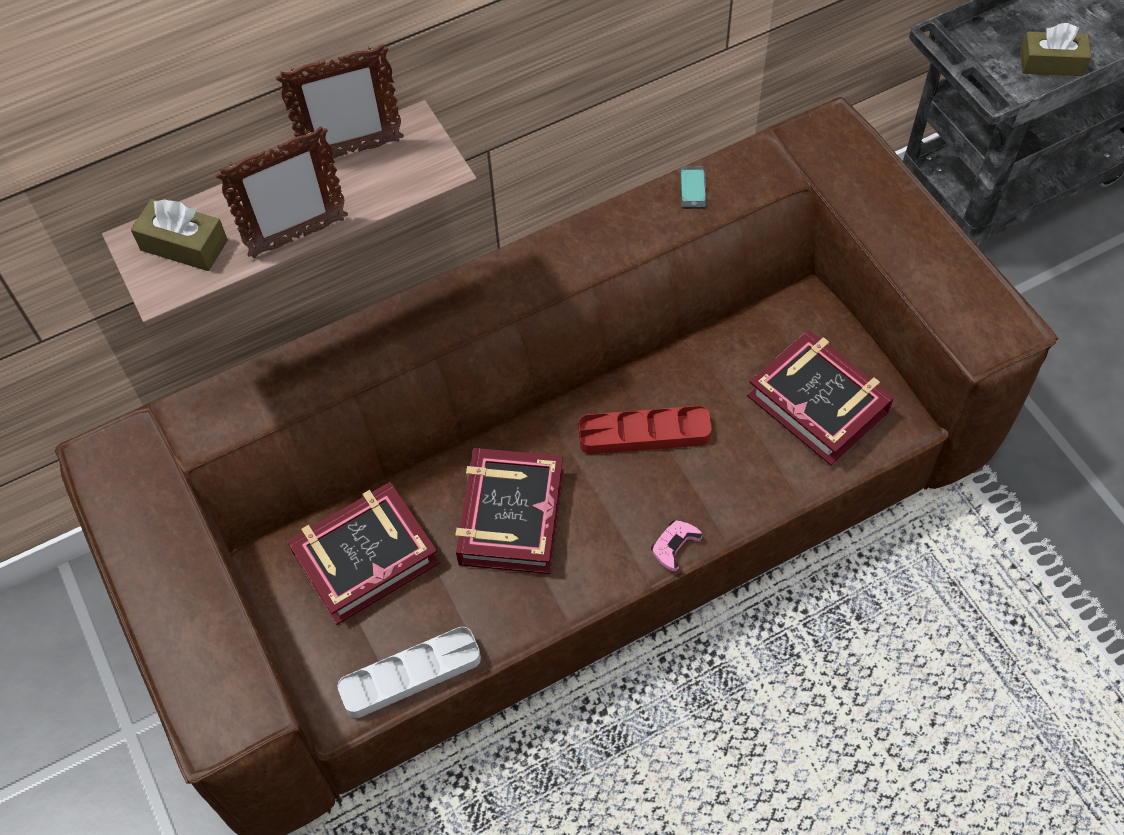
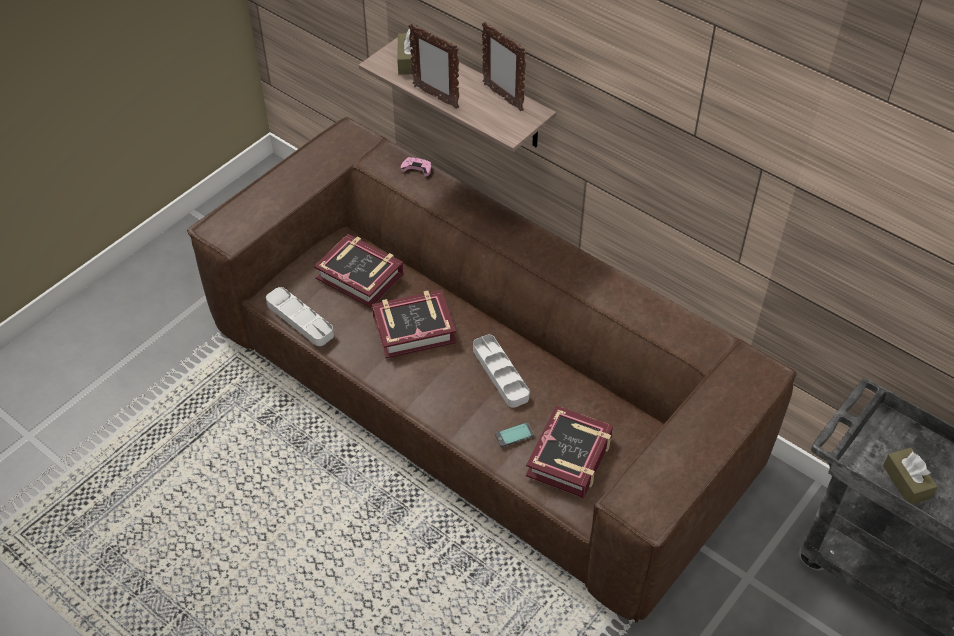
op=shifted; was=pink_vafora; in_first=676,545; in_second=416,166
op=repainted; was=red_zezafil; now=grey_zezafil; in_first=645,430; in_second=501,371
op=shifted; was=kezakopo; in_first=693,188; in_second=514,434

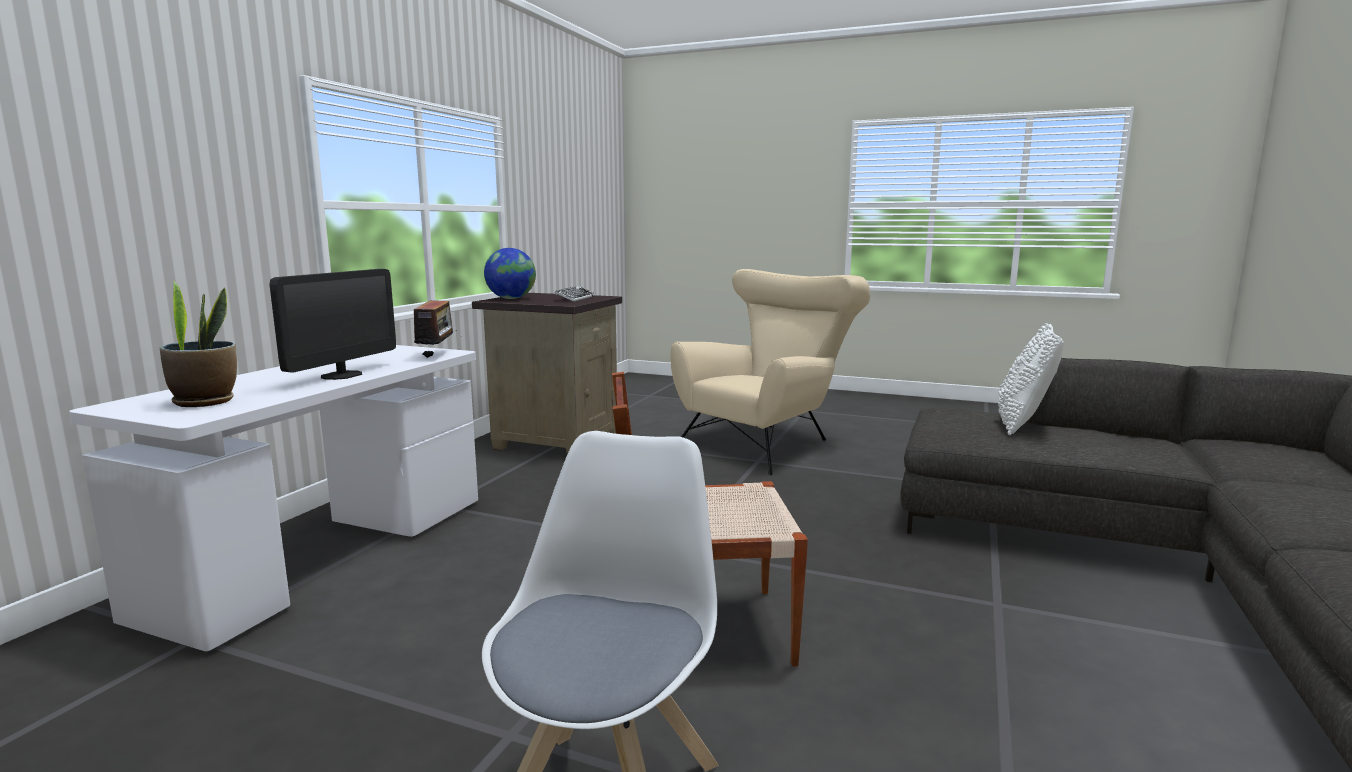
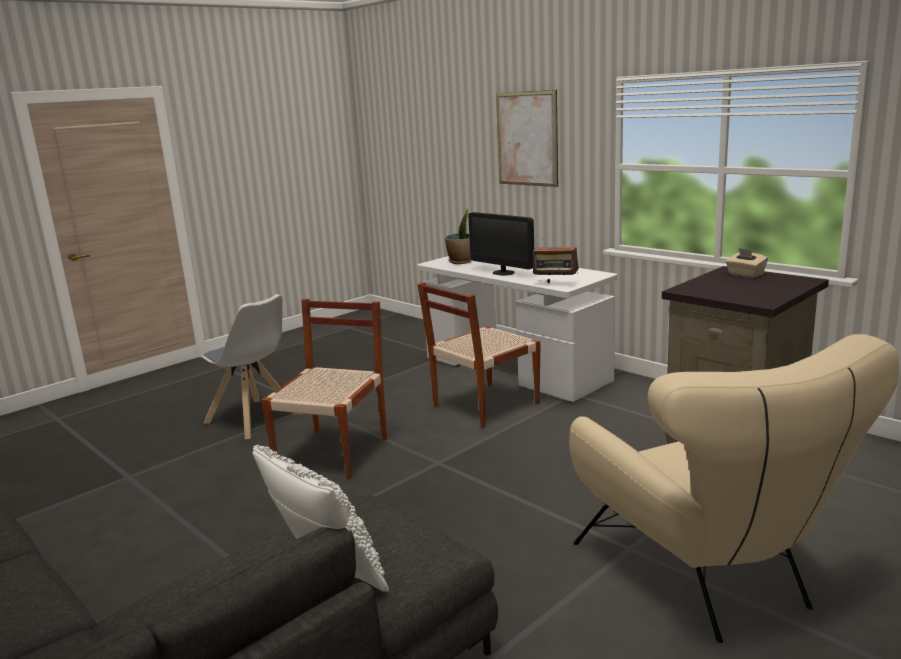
op=new; now=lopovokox; in_second=478,355
op=new; now=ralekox; in_second=527,138
op=swapped; was=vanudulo; now=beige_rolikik; in_first=510,273; in_second=747,263
op=gone; was=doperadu; in_first=575,294

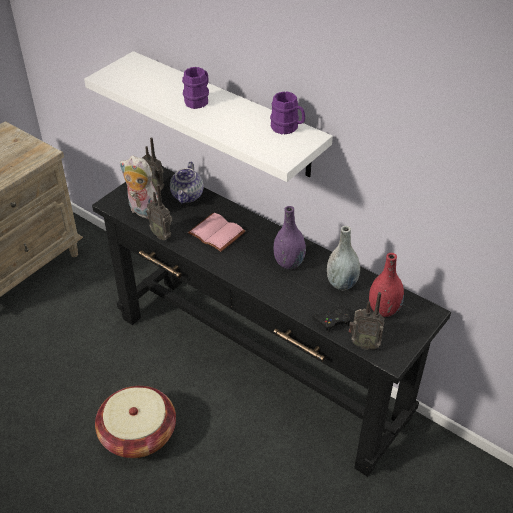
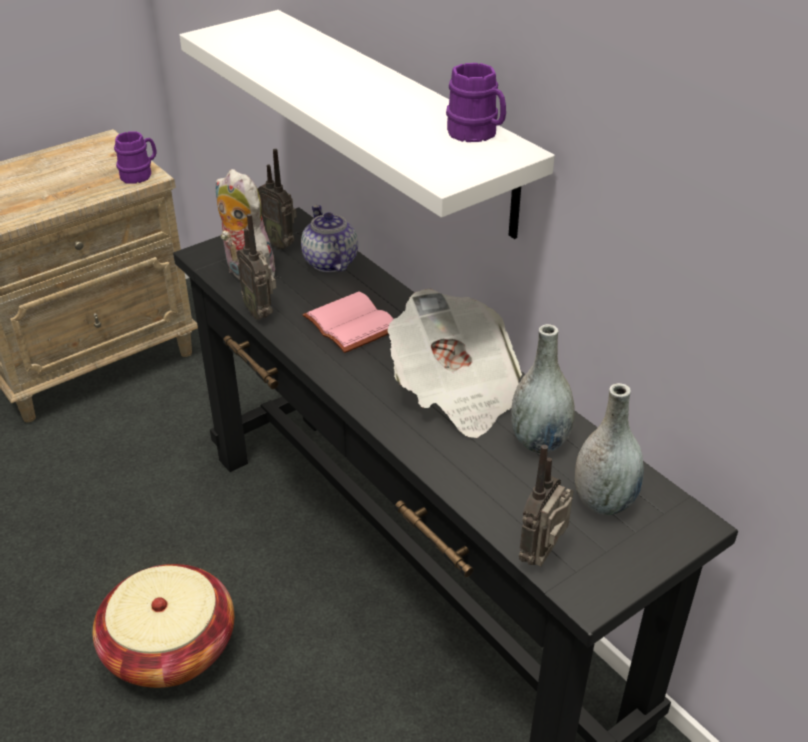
op=shifted; was=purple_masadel; in_first=195,88; in_second=135,157
op=rotated; was=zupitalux; in_first=186,182; in_second=329,238; clockwise=135
op=swapped; was=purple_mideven; now=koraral; in_first=290,237; in_second=455,363
op=rotated; was=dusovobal; in_first=367,321; in_second=546,505; clockwise=90
op=repainted; was=red_mideven; now=grey_mideven; in_first=386,285; in_second=609,449
op=gone; was=black_vafora; in_first=331,319

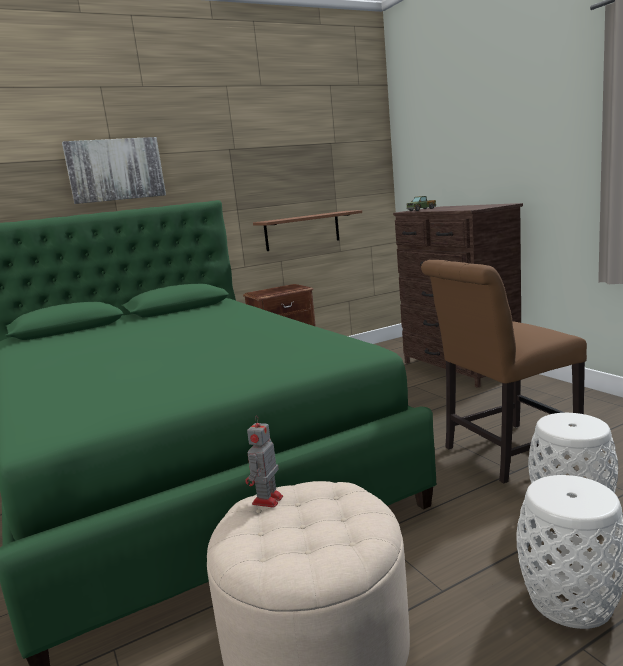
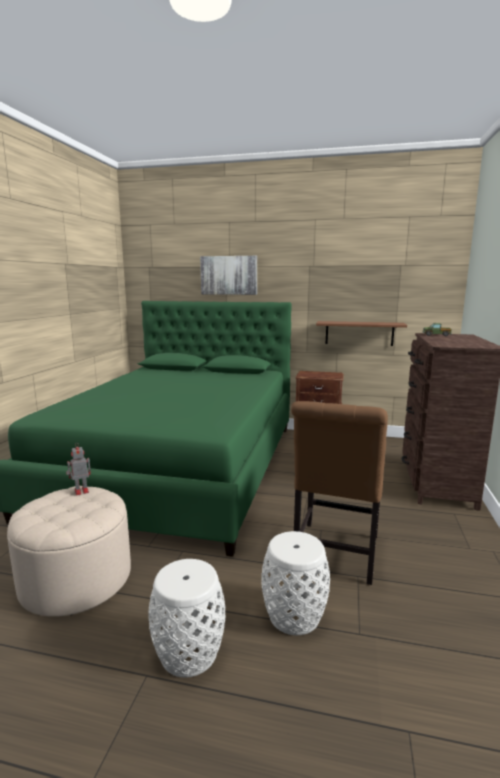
op=rotated; was=brown_lopovokox; in_first=504,372; in_second=339,493; clockwise=-90

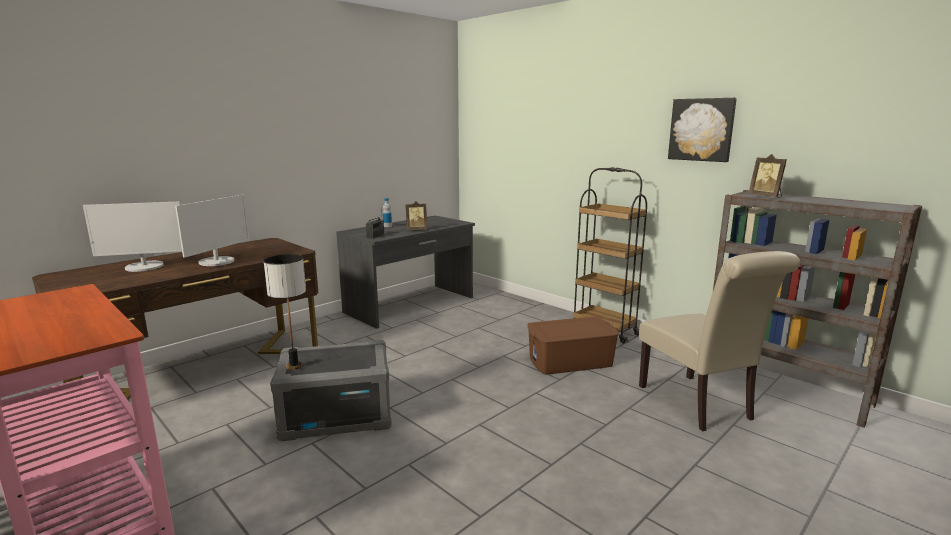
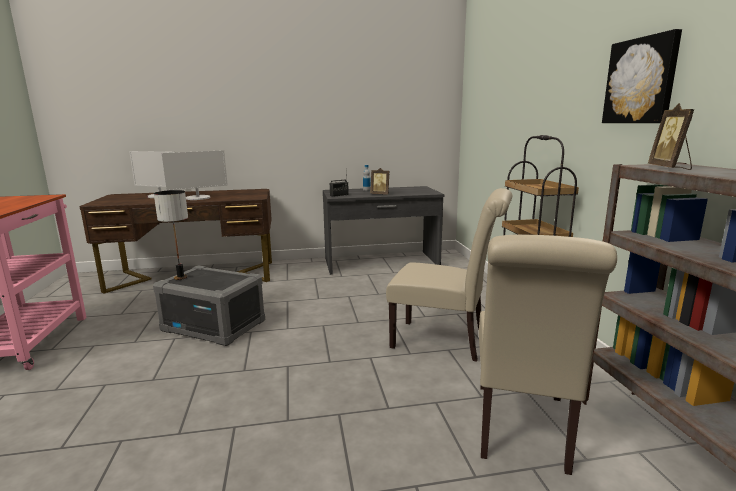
op=swapped; was=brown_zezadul; now=beige_lopovokox; in_first=573,346; in_second=449,275

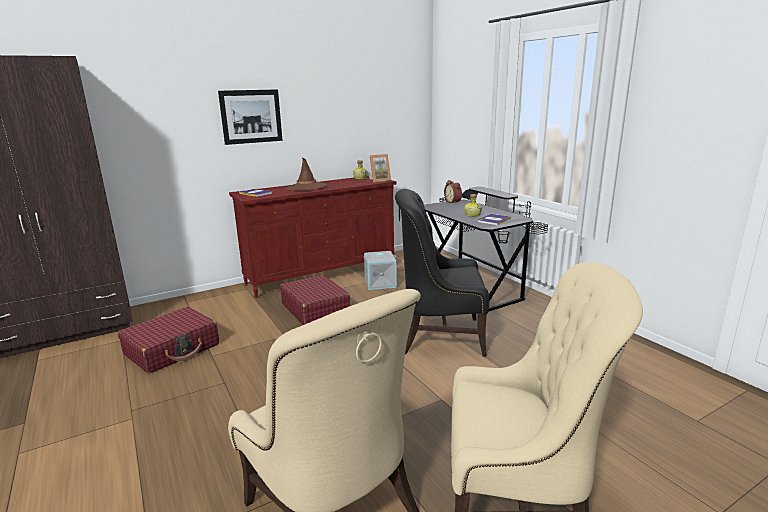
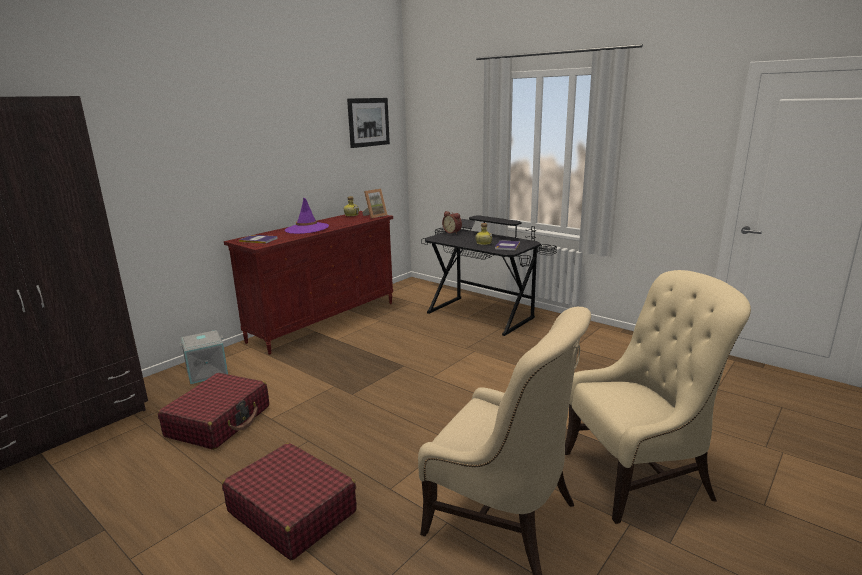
op=shifted; was=grey_zezadul; in_first=380,270; in_second=203,357
op=shifted; was=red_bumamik; in_first=315,300; in_second=289,501
op=repainted; was=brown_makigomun; now=purple_makigomun; in_first=306,174; in_second=307,216
op=shifted; was=ralekox; in_first=250,117; in_second=368,123
op=gone; was=black_lopovokox; in_first=442,273

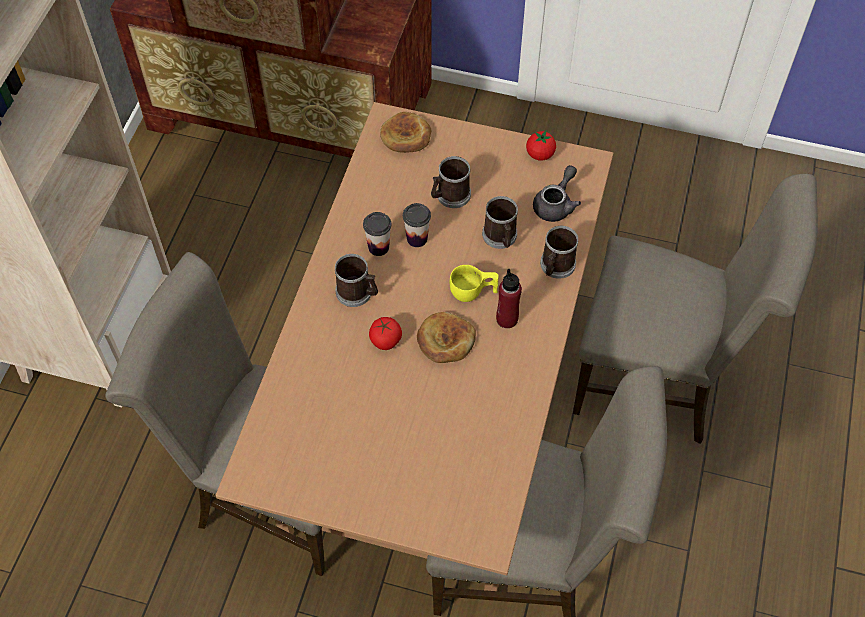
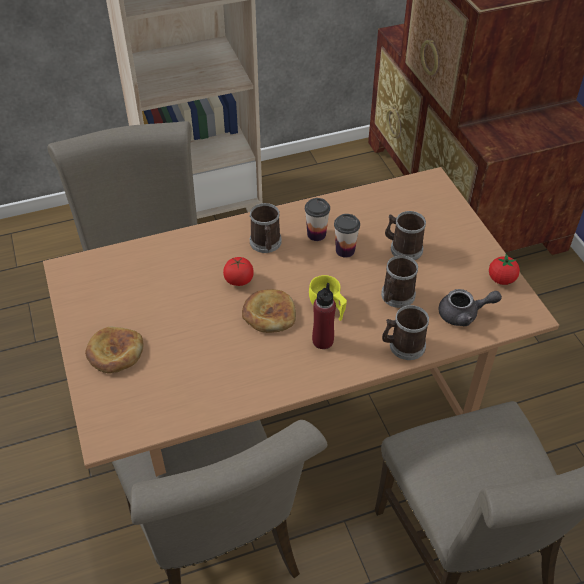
op=shifted; was=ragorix; in_first=406,132; in_second=114,350

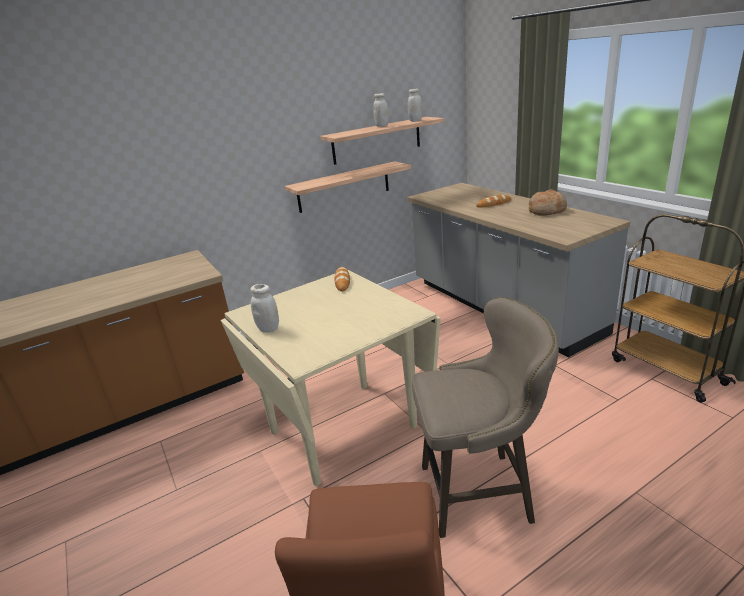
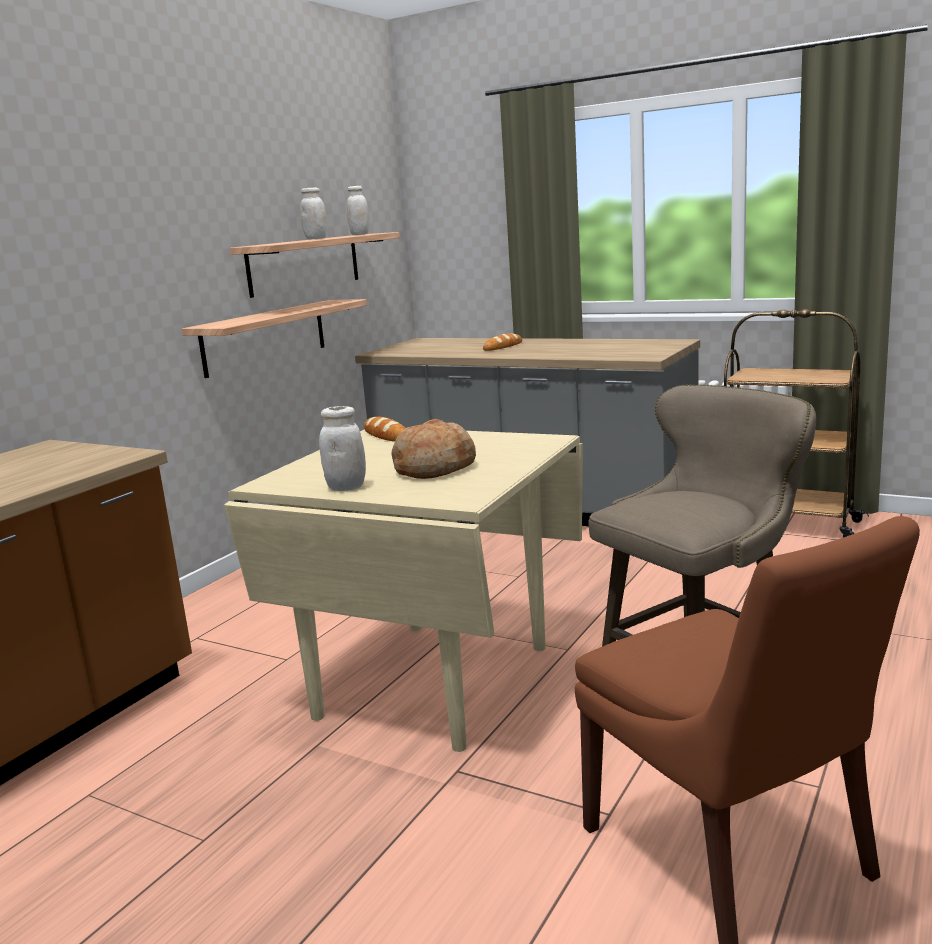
op=shifted; was=ragorix; in_first=547,203; in_second=433,449

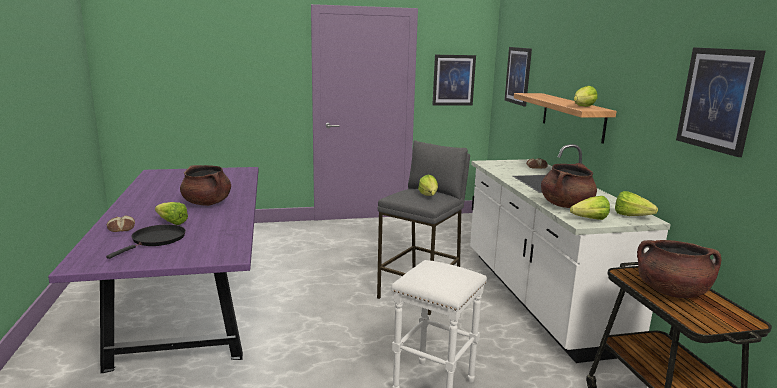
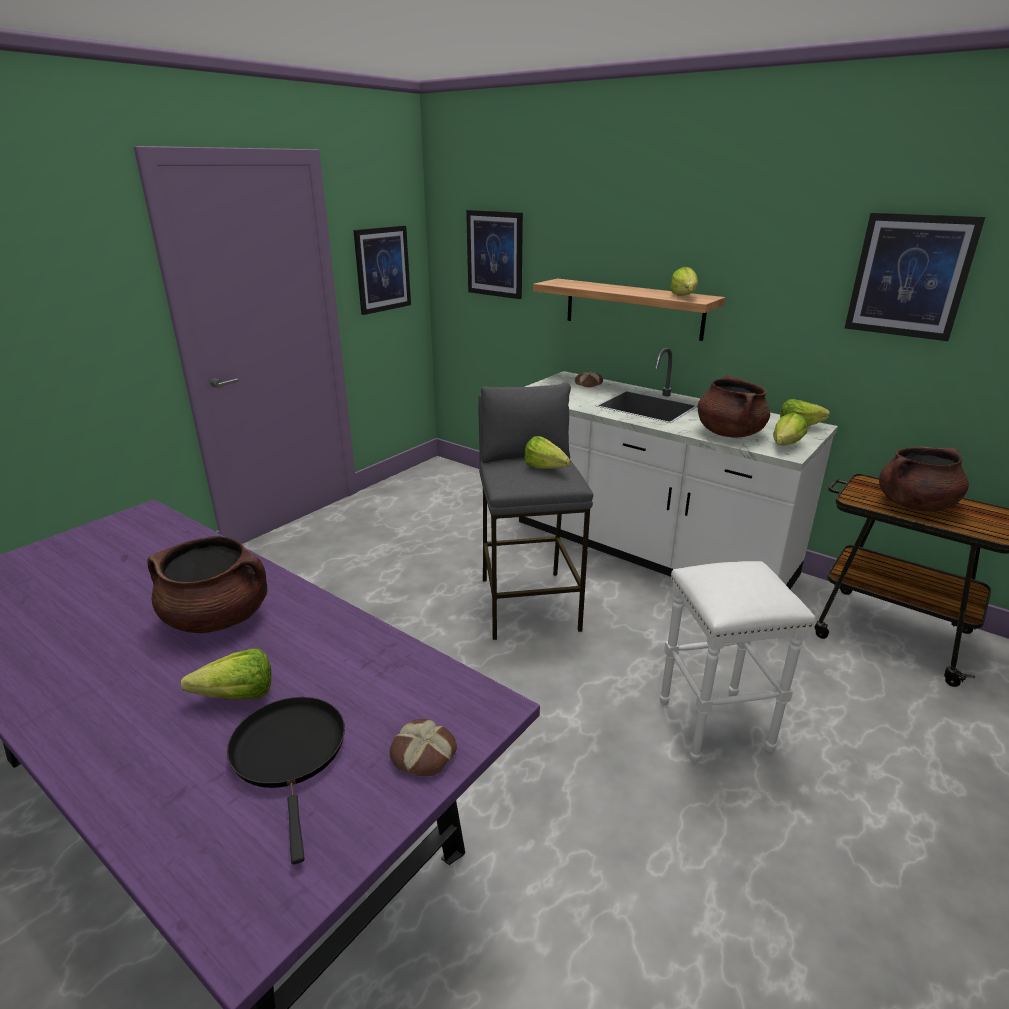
op=shifted; was=ragorix; in_first=121,223; in_second=423,747

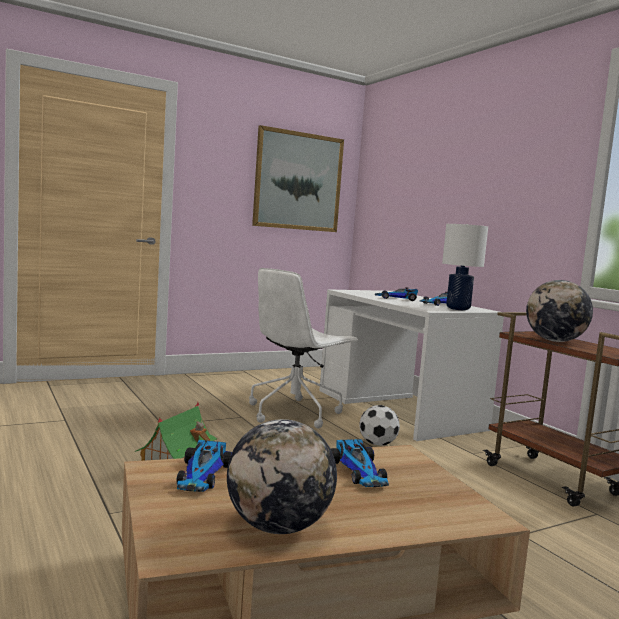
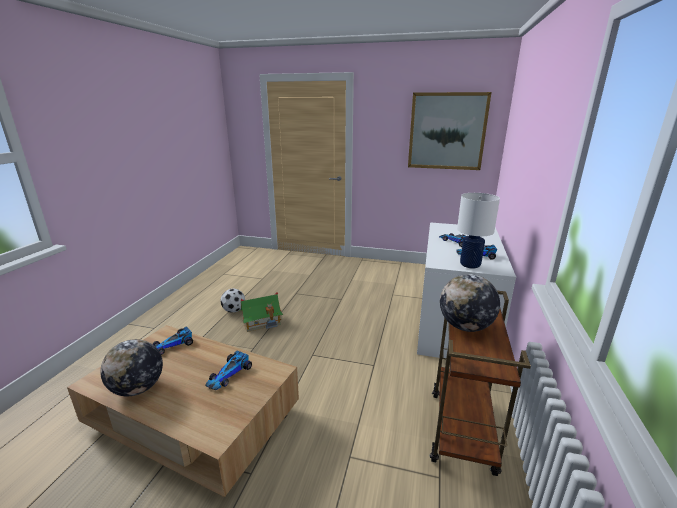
op=shifted; was=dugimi; in_first=379,425; in_second=233,301
op=gone; was=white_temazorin; in_first=304,348

